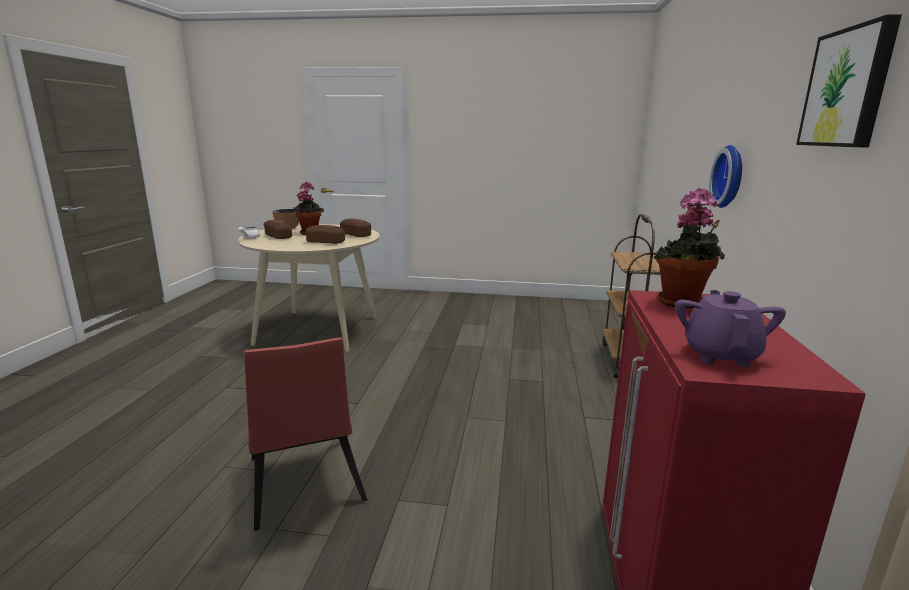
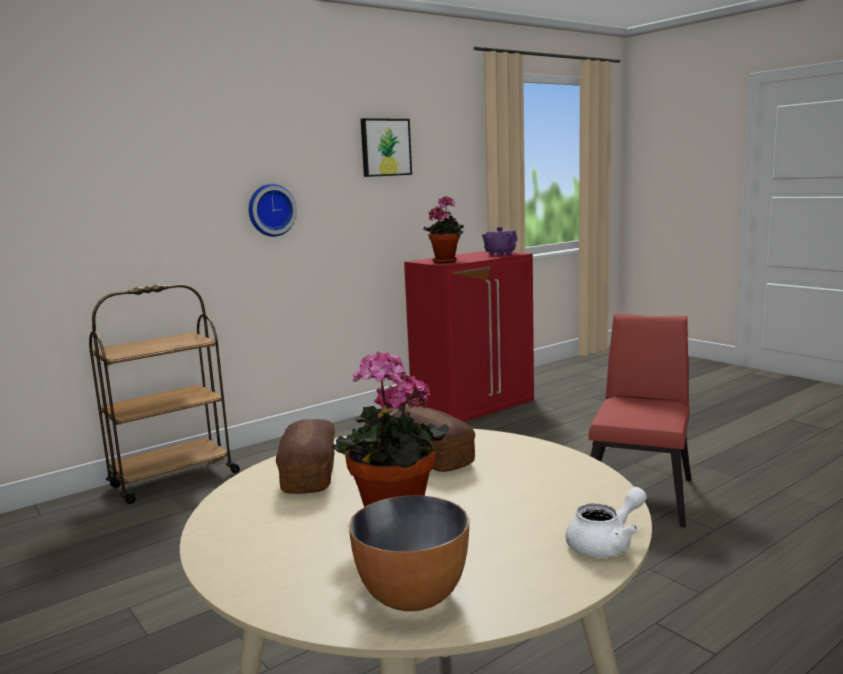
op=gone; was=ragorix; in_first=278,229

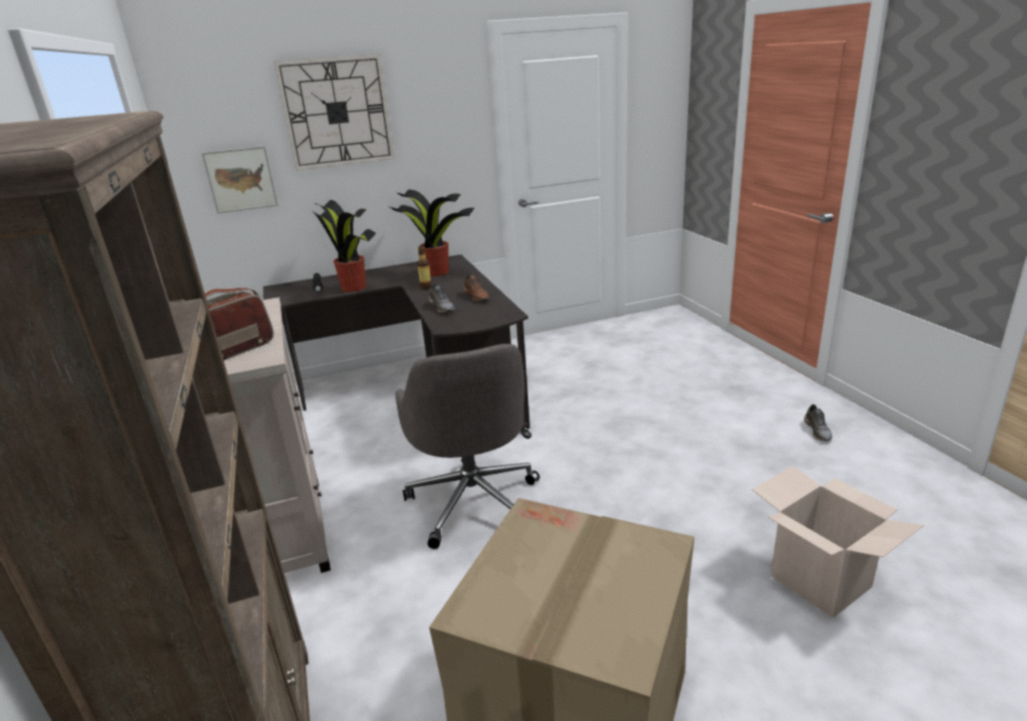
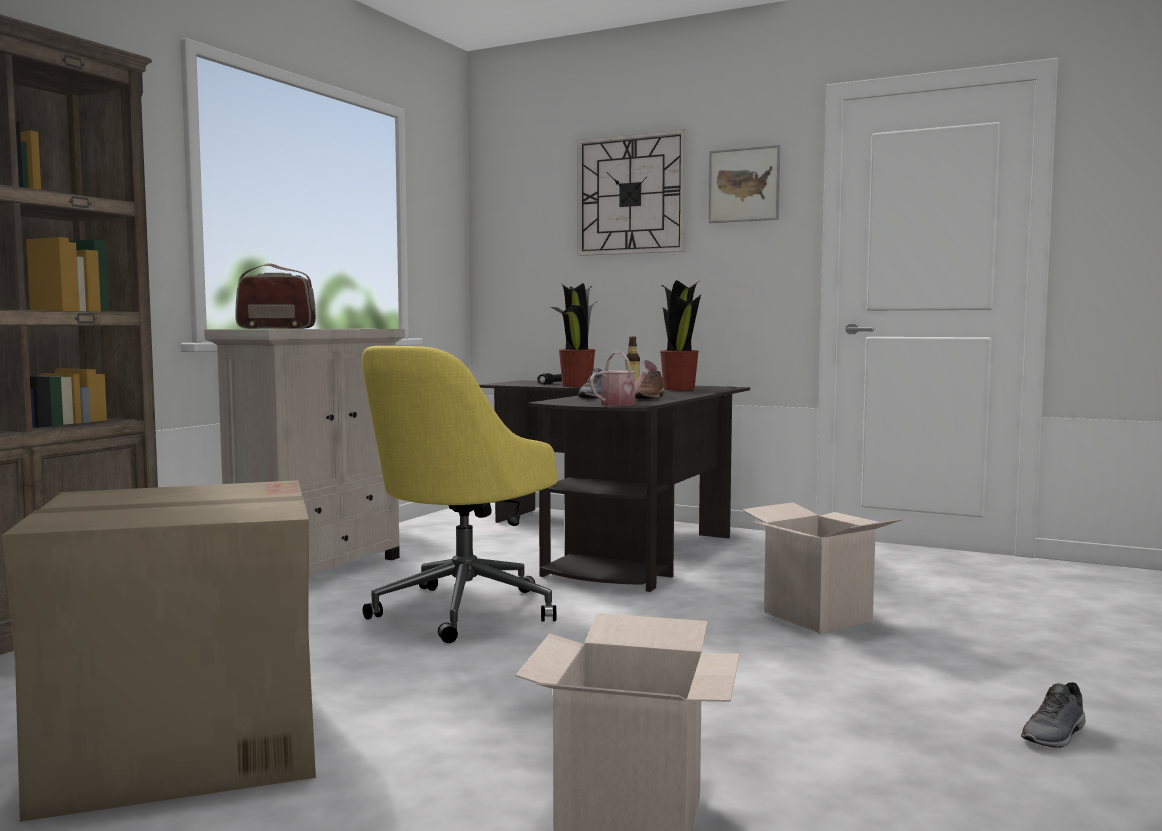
op=repainted; was=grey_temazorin; now=yellow_temazorin; in_first=467,446; in_second=460,494
op=new; now=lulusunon; in_second=623,379
op=shifted; was=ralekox; in_first=240,180; in_second=744,184
op=new; now=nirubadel; in_second=823,567

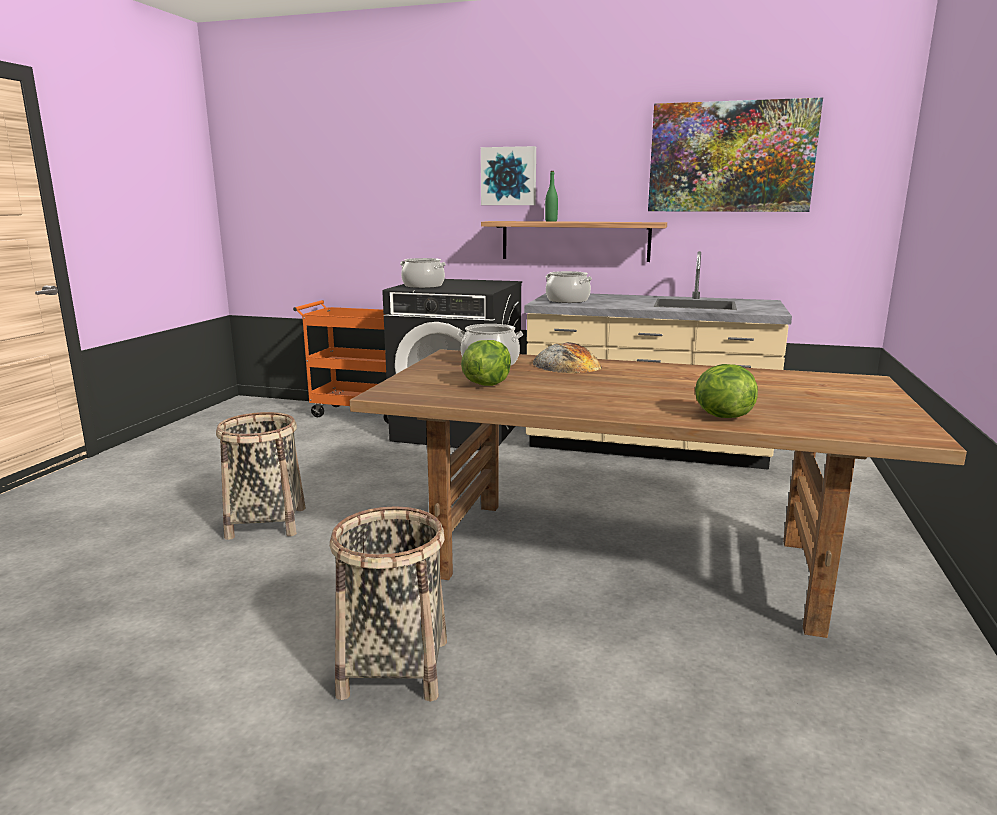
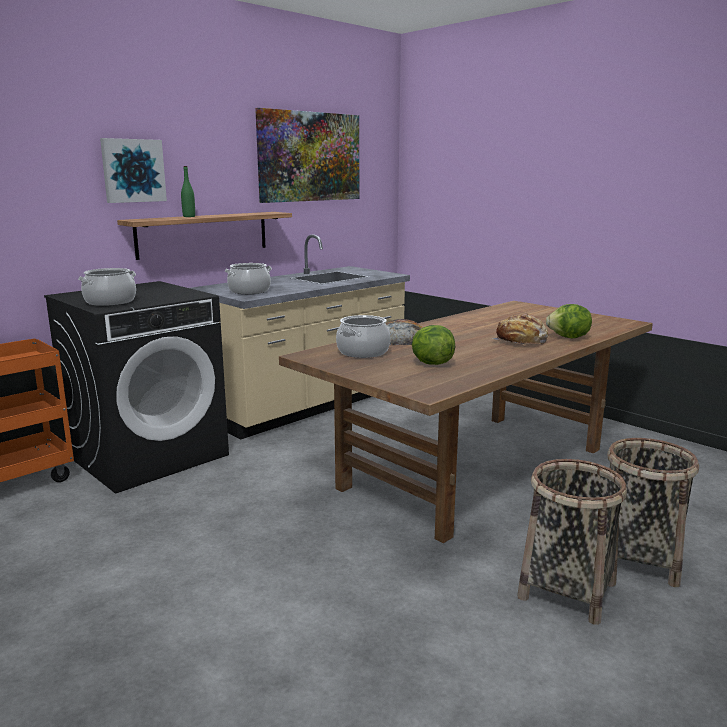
op=new; now=ragorix; in_second=519,329
op=shifted; was=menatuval; in_first=261,476; in_second=653,512

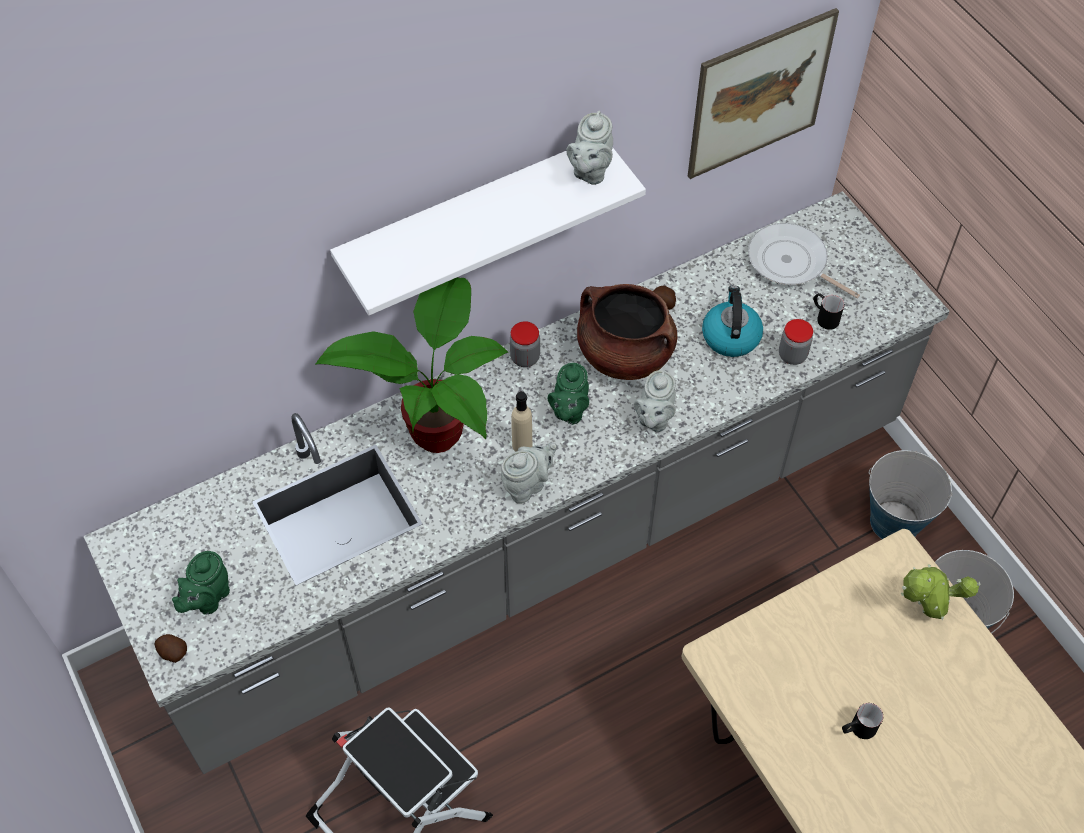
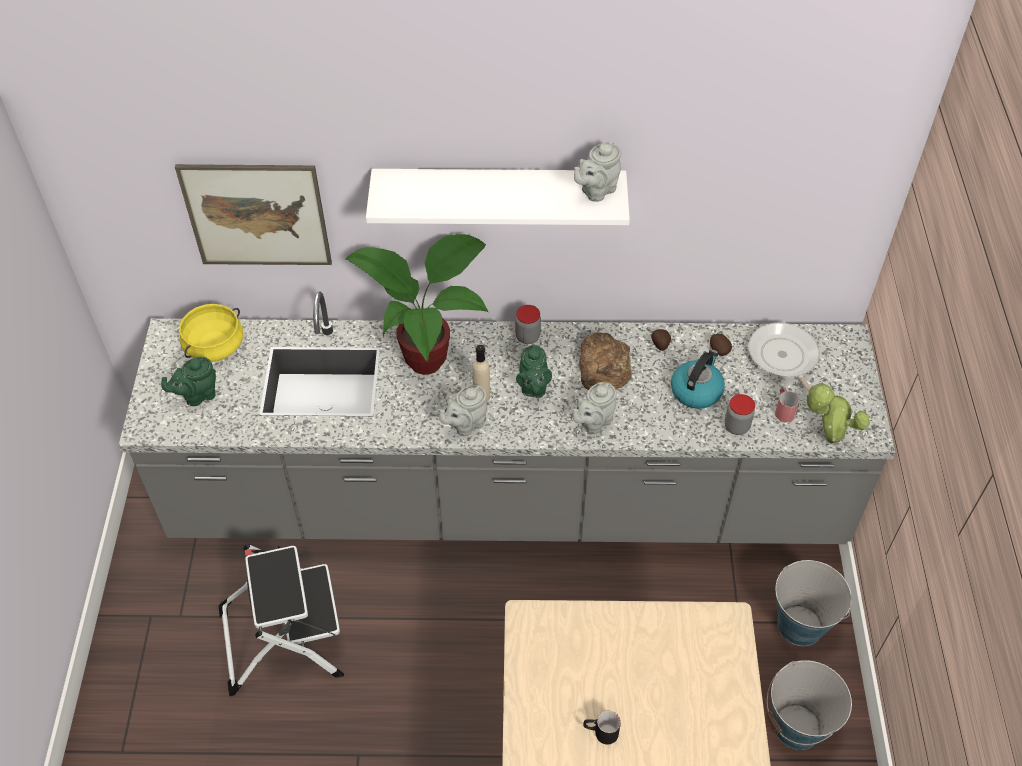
op=shifted; was=ralekox; in_first=763,93; in_second=253,214
op=new; now=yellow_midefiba; in_second=211,333
op=rotated; was=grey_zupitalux; in_first=529,473; in_second=463,410; clockwise=150
op=rotated; was=green_zupitalux; in_first=568,394; in_second=534,371; clockwise=-45
op=swapped; was=brown_midefiba; now=ragorix; in_first=627,332; in_second=605,361
op=shifted; was=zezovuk; in_first=171,648; in_second=721,345
op=repainted; was=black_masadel; now=red_masadel; in_first=828,311; in_second=787,404
op=shifted; was=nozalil; in_first=940,592; in_second=838,412

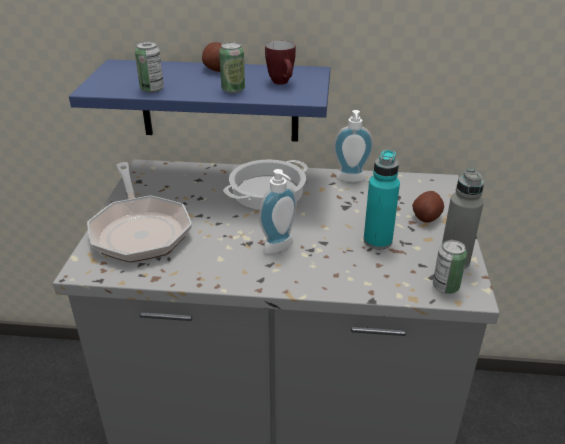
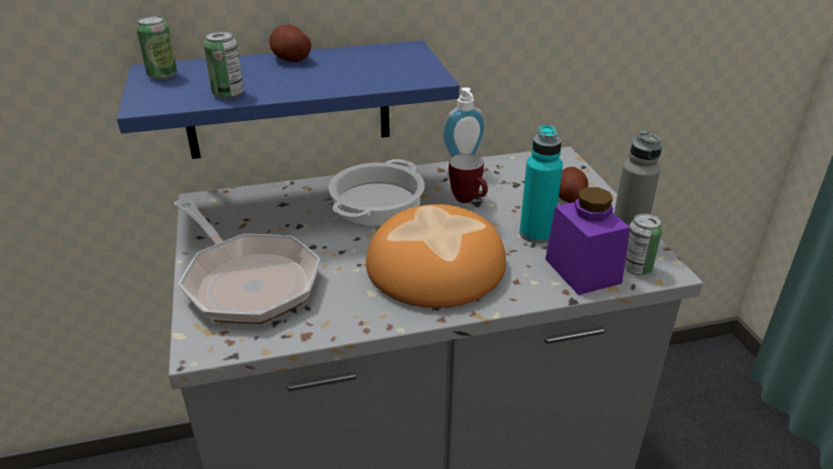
op=shifted; was=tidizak; in_first=232,67; in_second=156,48
op=swapped; was=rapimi; now=ragorix; in_first=278,211; in_second=436,256
op=shifted; was=masadel; in_first=280,63; in_second=468,178
op=new; now=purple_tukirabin; in_second=587,241

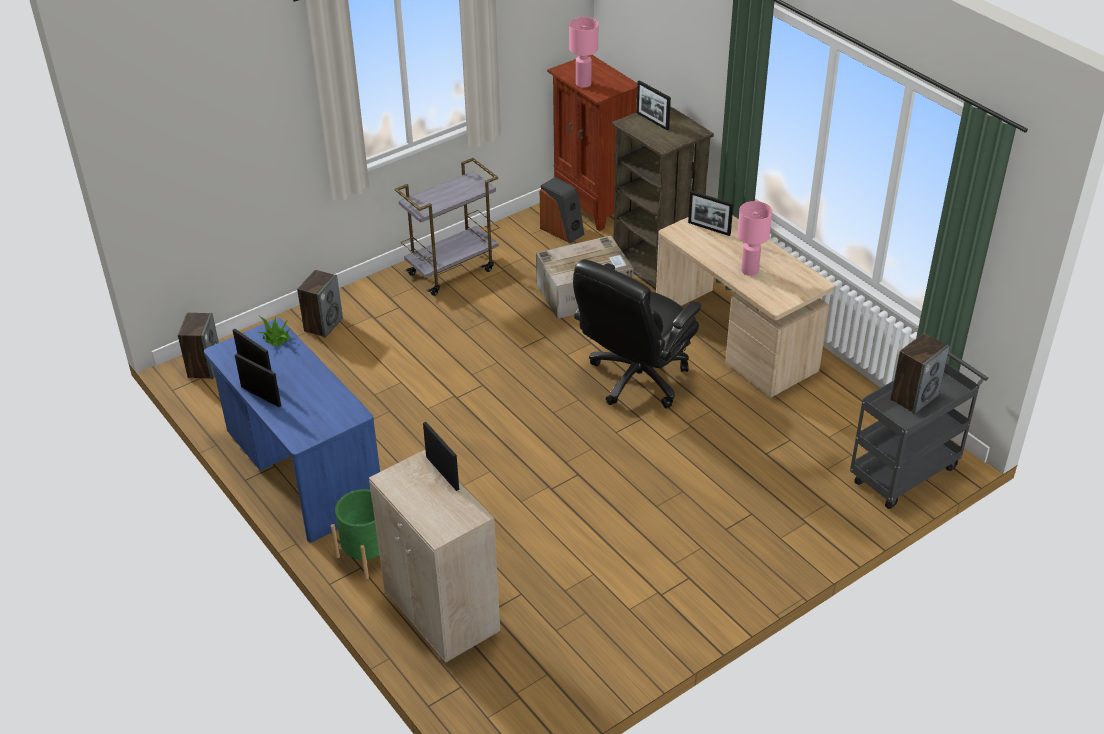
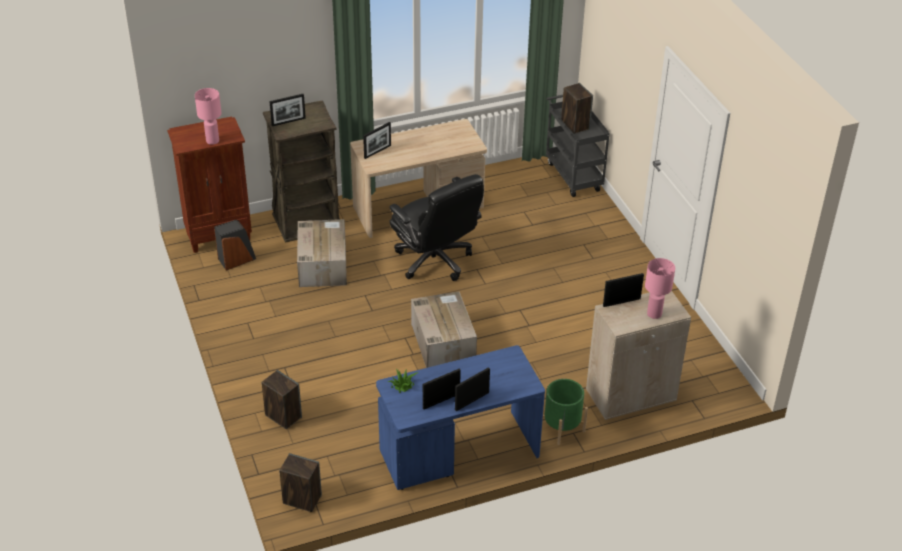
op=new; now=nirubadel; in_second=444,329
op=shifted; was=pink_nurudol; in_first=754,238; in_second=660,288
op=gone; was=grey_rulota; in_first=447,227

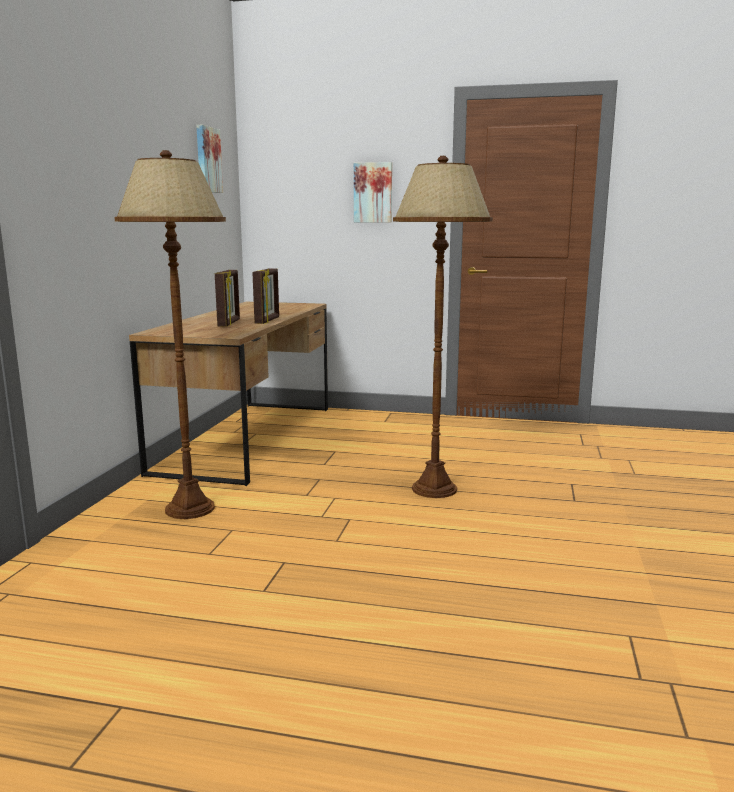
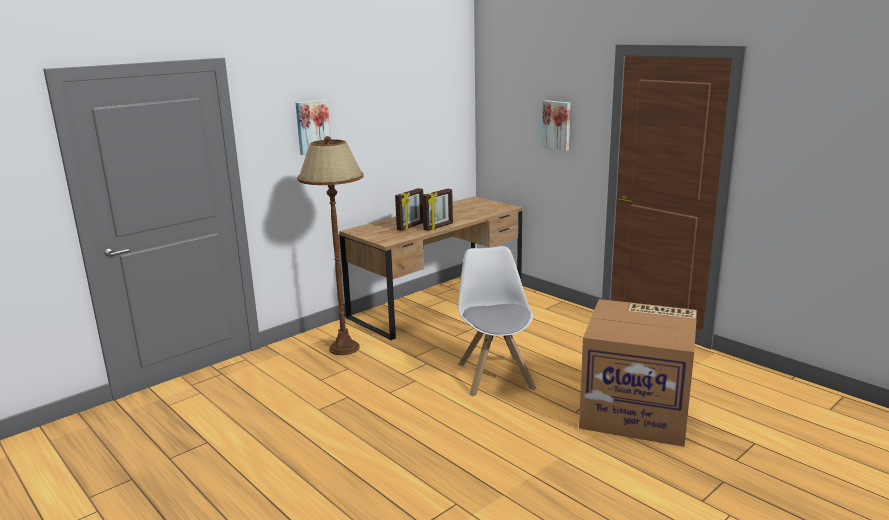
op=shifted; was=ralekox; in_first=209,159; in_second=313,127
op=swapped; was=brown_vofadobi; now=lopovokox; in_first=443,327; in_second=497,321
op=new; now=nirubadel; in_second=638,373

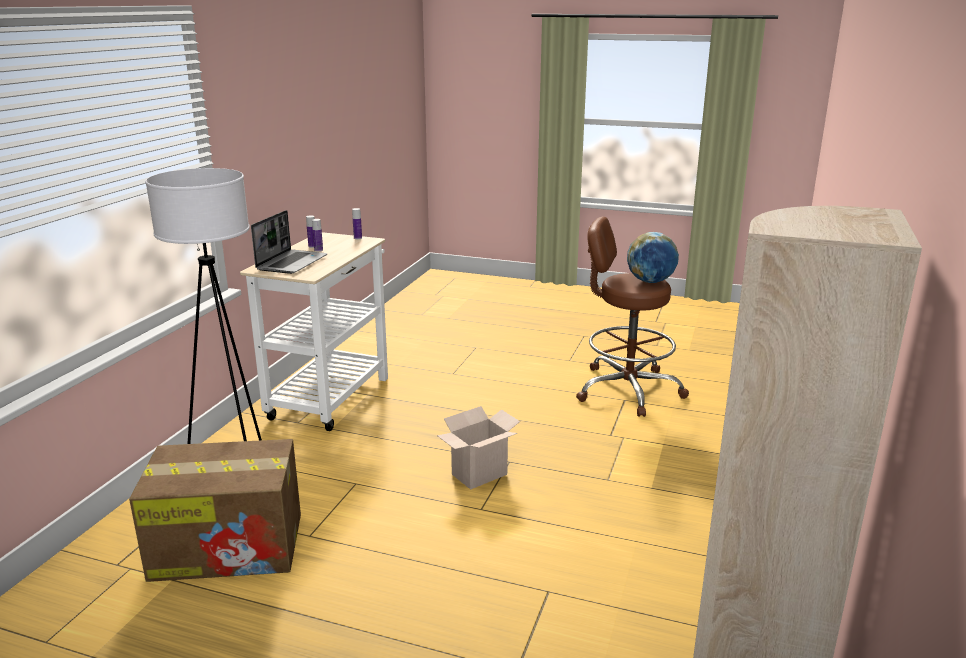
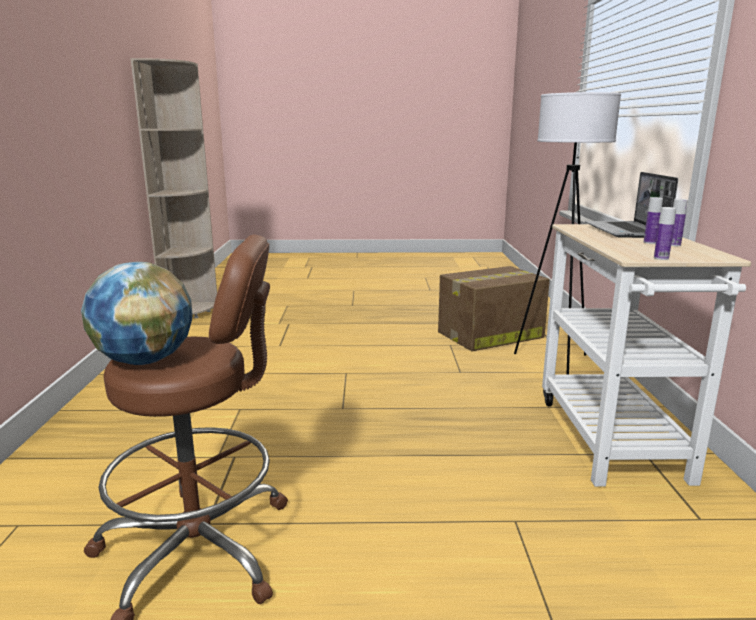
op=gone; was=nirubadel; in_first=478,448

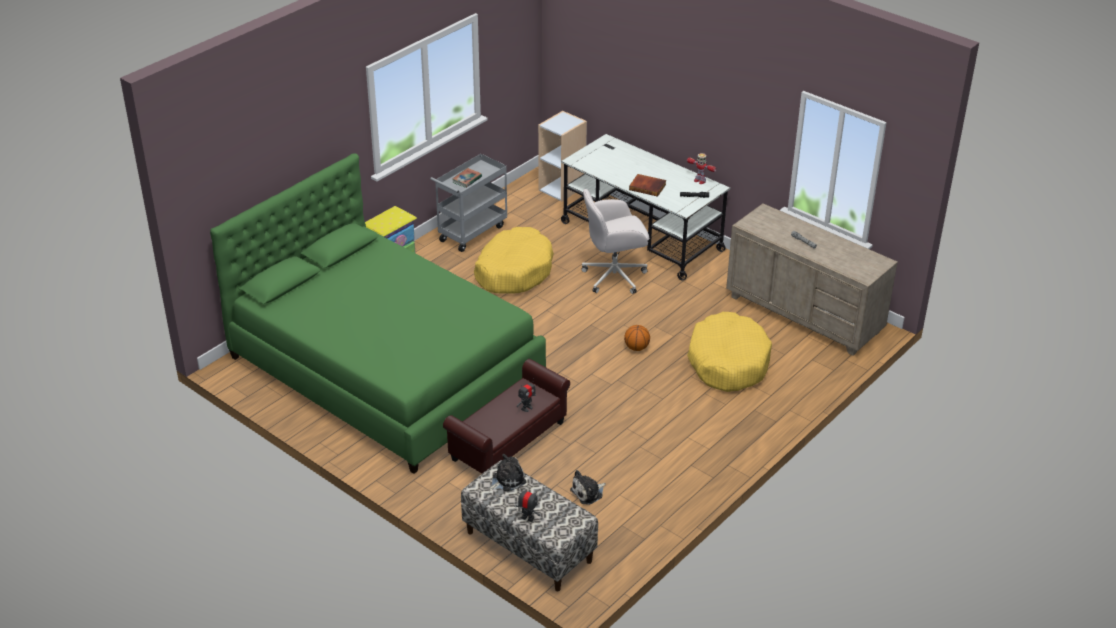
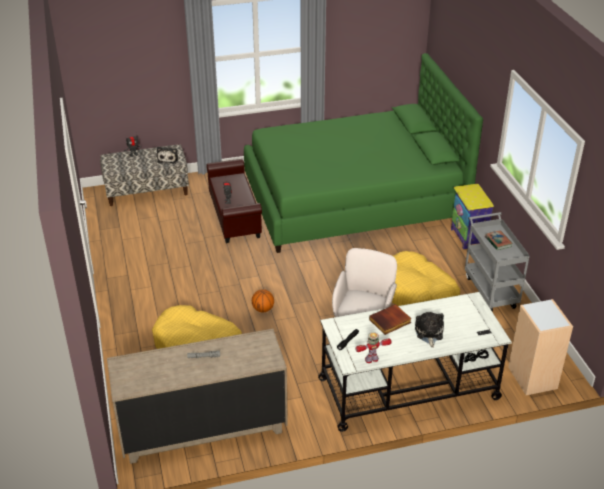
op=shifted; was=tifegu; in_first=588,487; in_second=429,330

